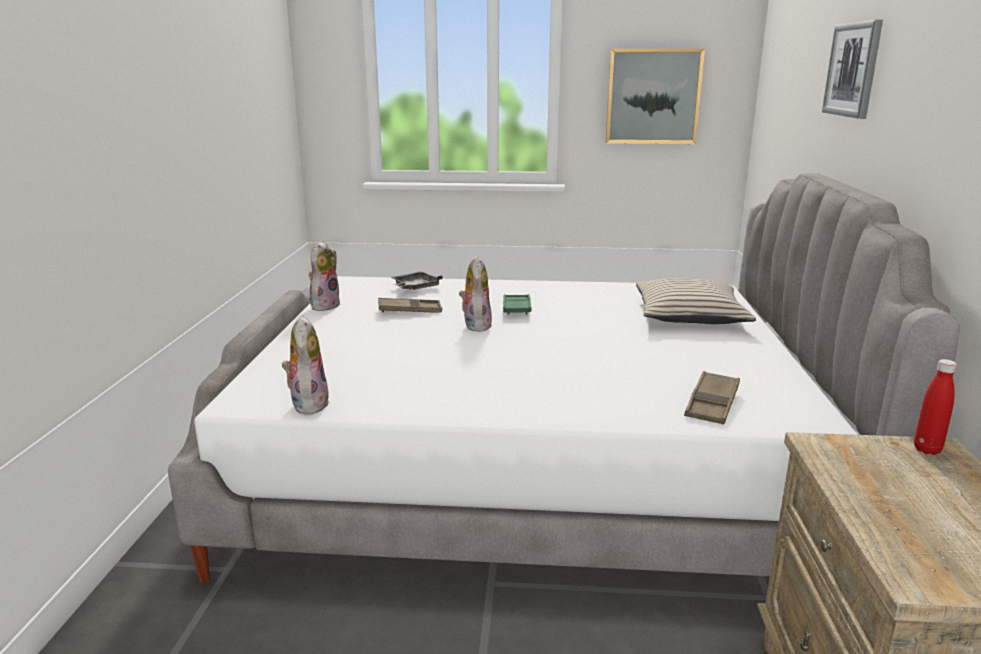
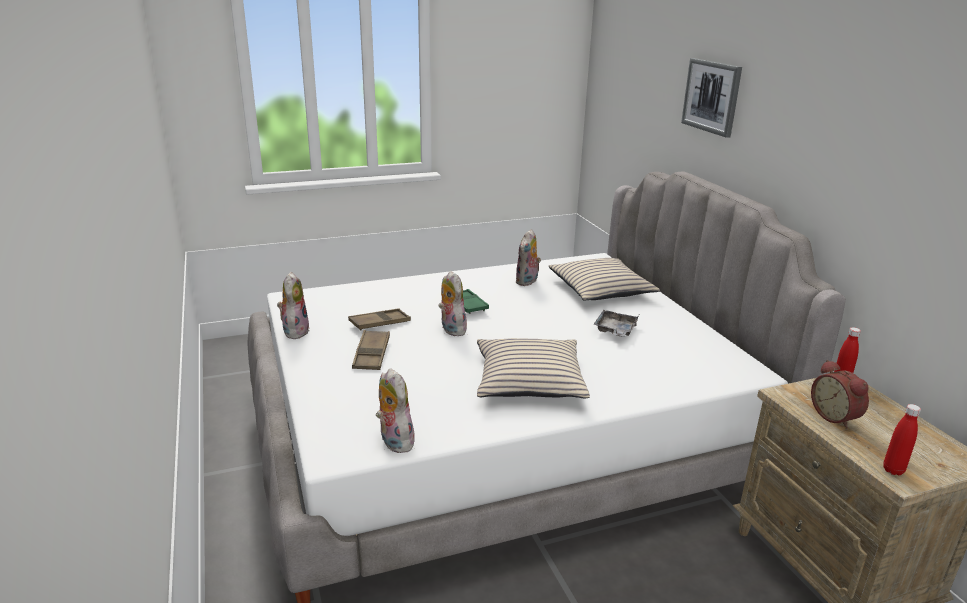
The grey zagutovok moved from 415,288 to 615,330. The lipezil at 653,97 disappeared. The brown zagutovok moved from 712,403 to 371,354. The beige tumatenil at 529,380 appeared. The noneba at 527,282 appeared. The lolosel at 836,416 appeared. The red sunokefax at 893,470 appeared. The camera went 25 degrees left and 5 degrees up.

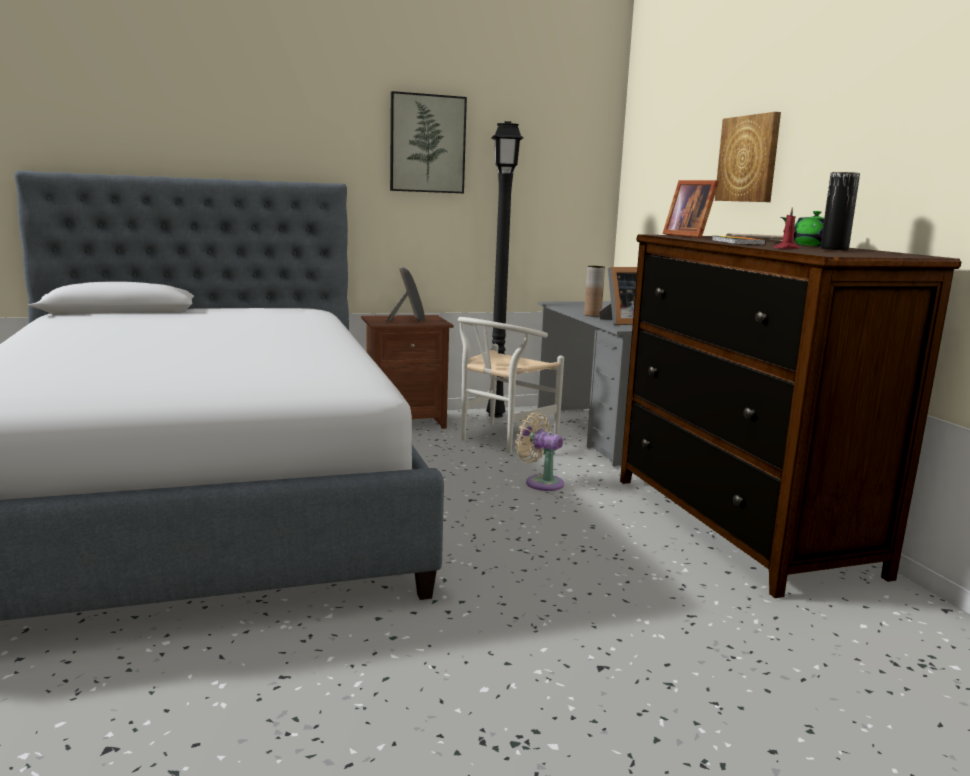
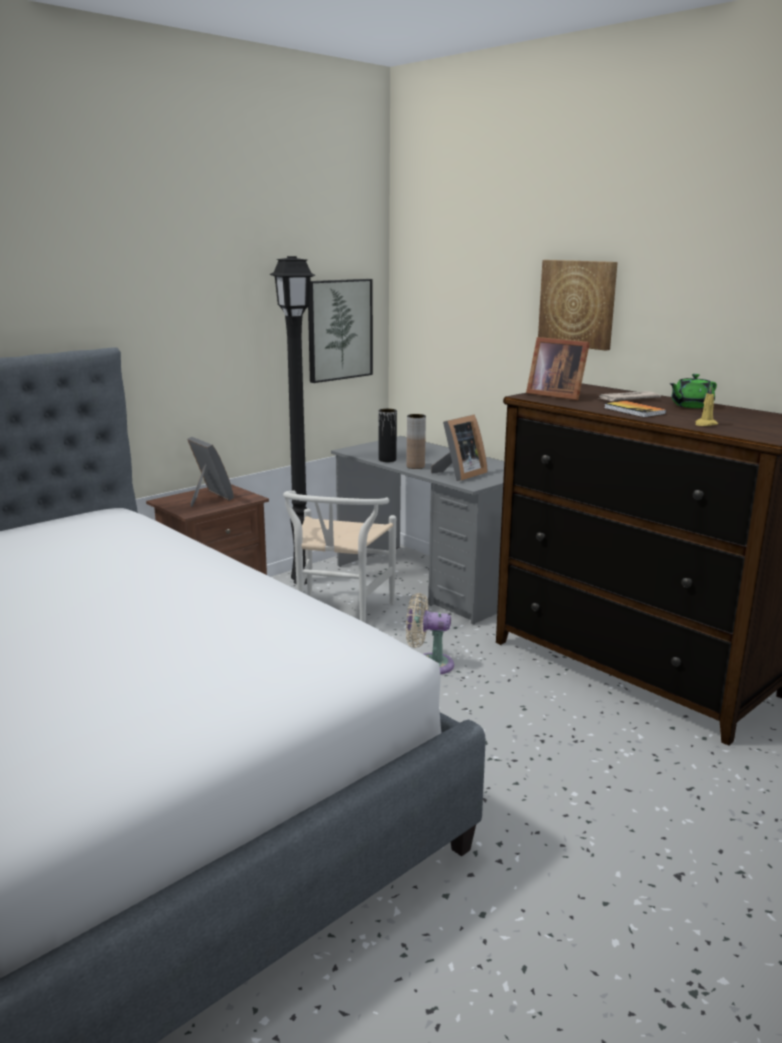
The lipezil moved from 427,144 to 339,329. The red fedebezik at 785,248 became the yellow fedebezik at 705,424. The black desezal moved from 834,249 to 387,460. The camera went 25 degrees left and 5 degrees up.

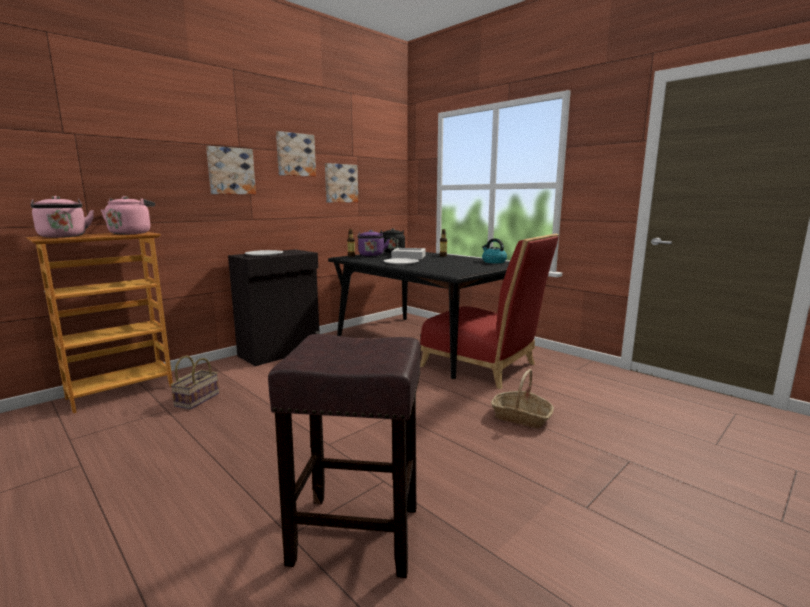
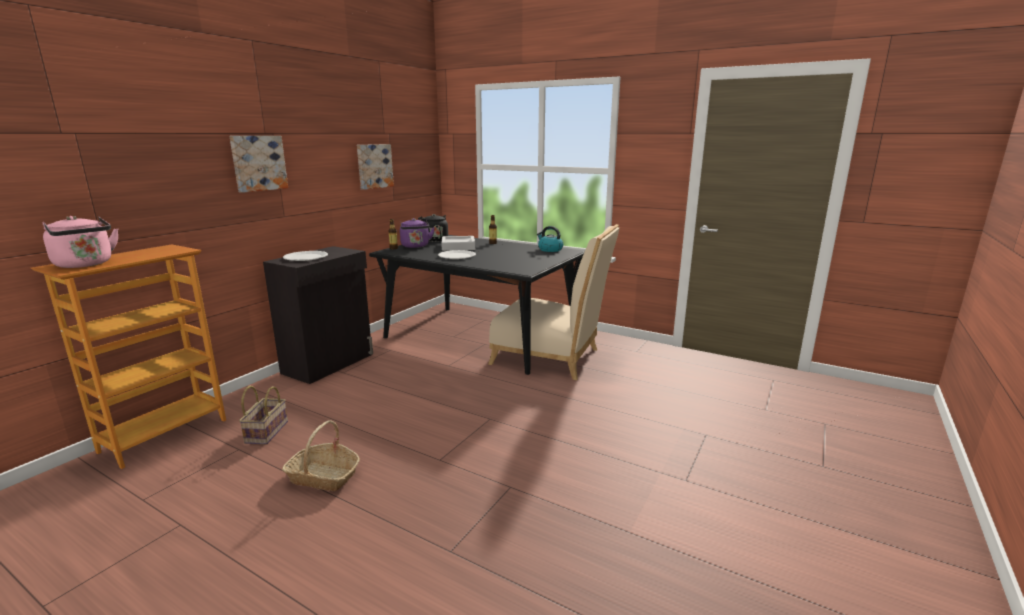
The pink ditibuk at 131,233 disappeared. The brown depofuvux at 358,534 disappeared. The lipezil at 295,155 disappeared. The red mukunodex at 484,367 became the beige mukunodex at 552,358. The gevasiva moved from 521,417 to 323,476. The camera went 15 degrees left and 5 degrees up.

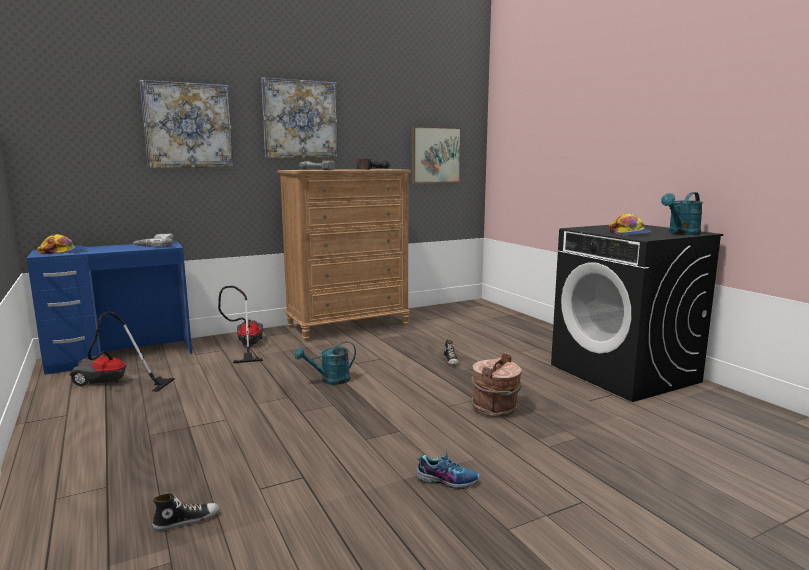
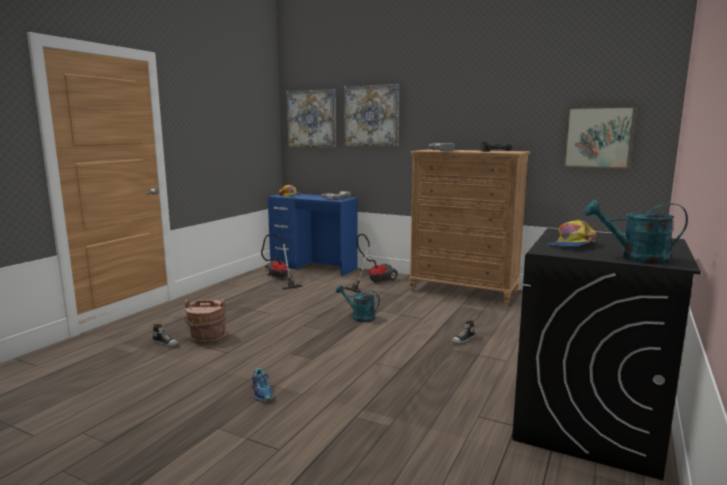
The lipezil moved from 300,119 to 311,119. The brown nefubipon moved from 495,408 to 207,338. The camera went 55 degrees right and 0 degrees up.

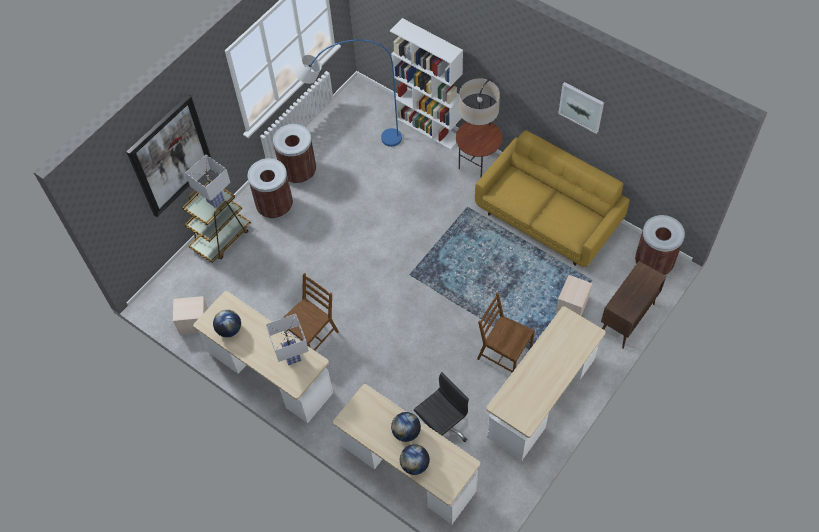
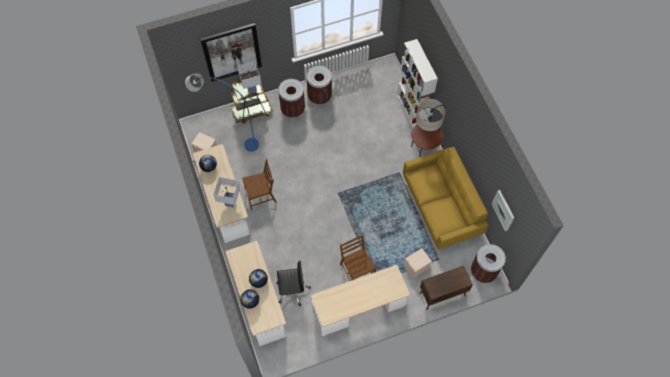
The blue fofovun moved from 352,143 to 227,135. The lipezil moved from 581,107 to 503,210. The camera went 30 degrees right and 5 degrees up.

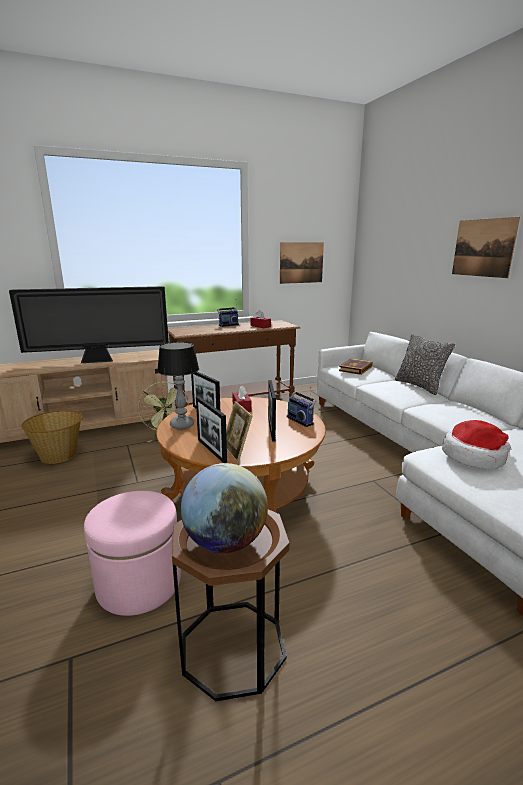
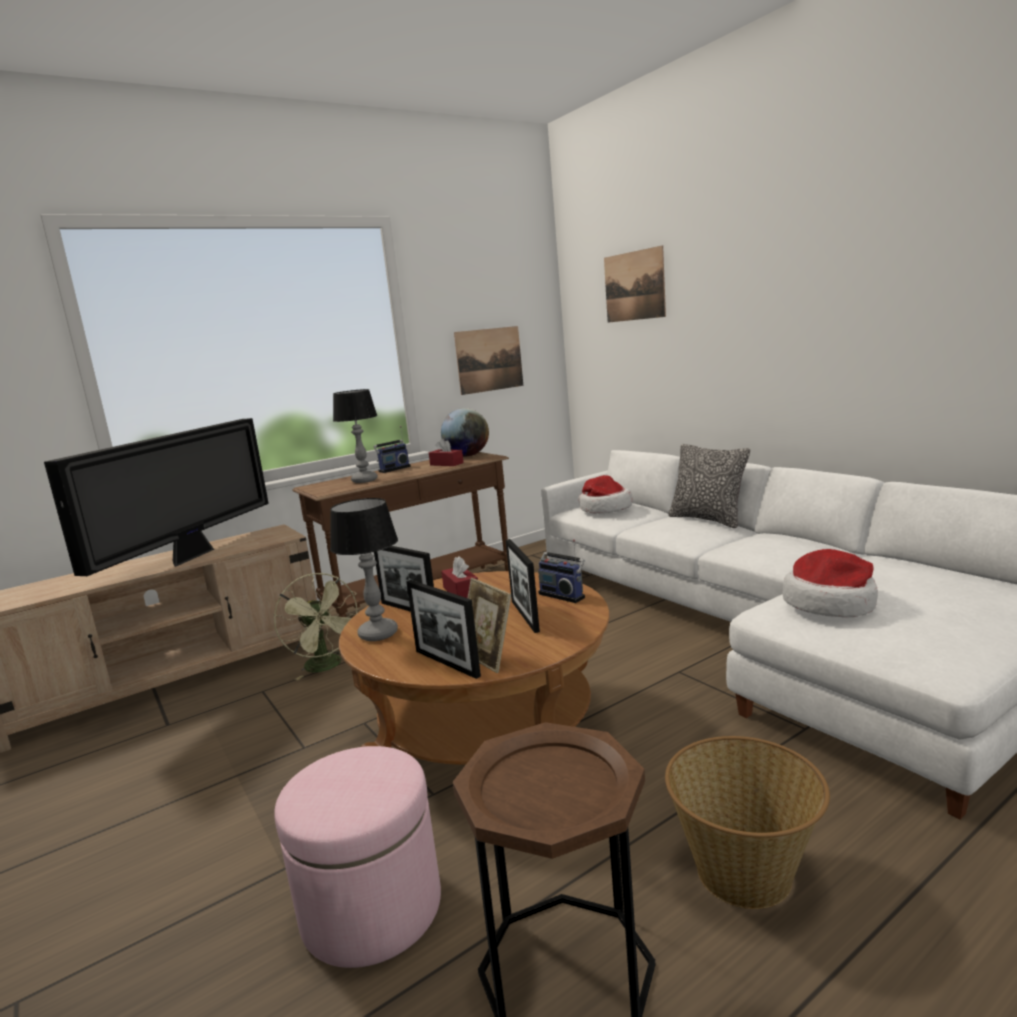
The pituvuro at 99,361 turned 45 degrees counterclockwise. The gevasiva moved from 59,455 to 745,872. The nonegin moved from 225,542 to 467,455. The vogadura at 355,369 was replaced by the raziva at 604,509. The lipezil moved from 483,248 to 634,286. The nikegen at 365,480 appeared. The camera went 10 degrees left and 5 degrees down.

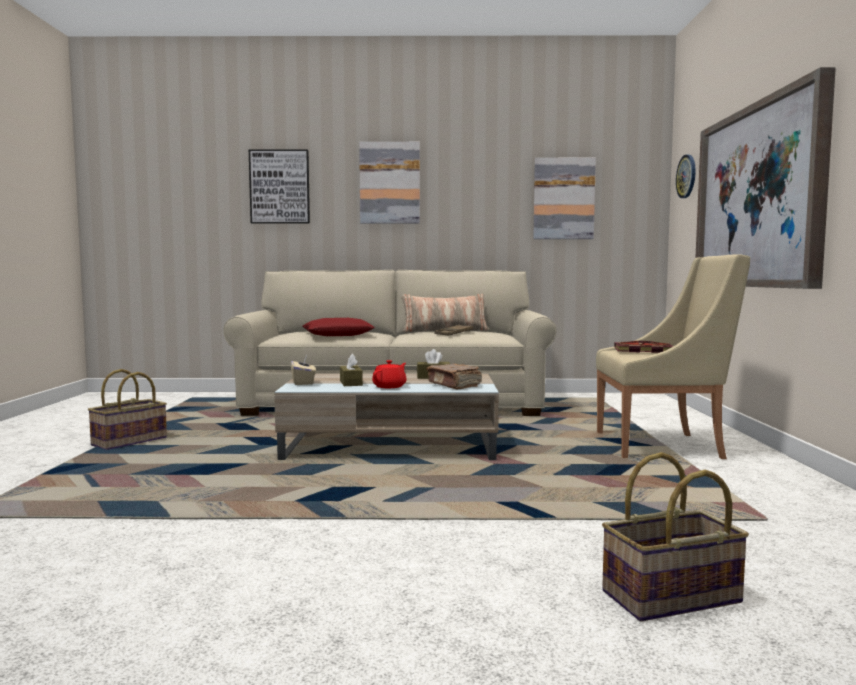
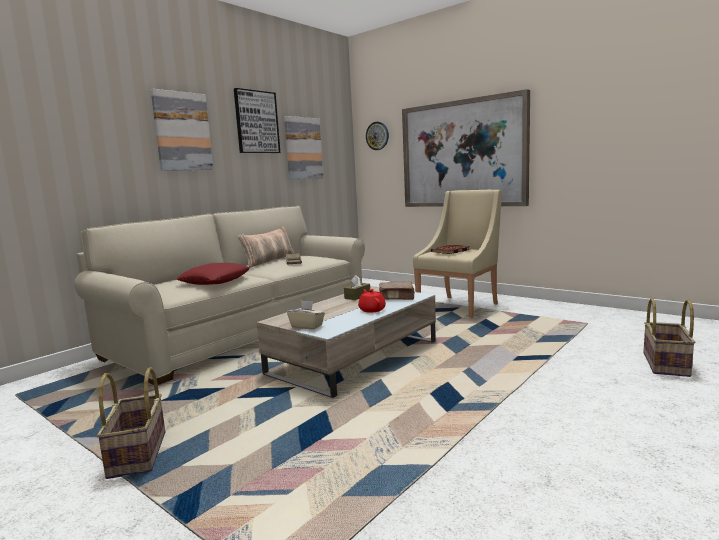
The lipezil moved from 280,187 to 256,122. The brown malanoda at 351,383 disappeared. The camera went 50 degrees left and 5 degrees up.

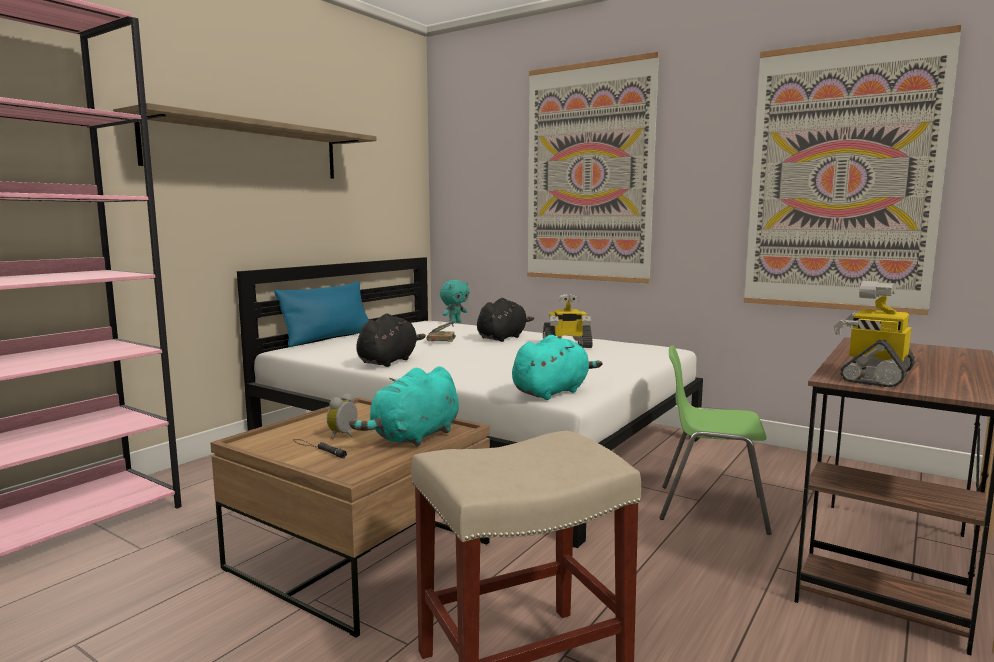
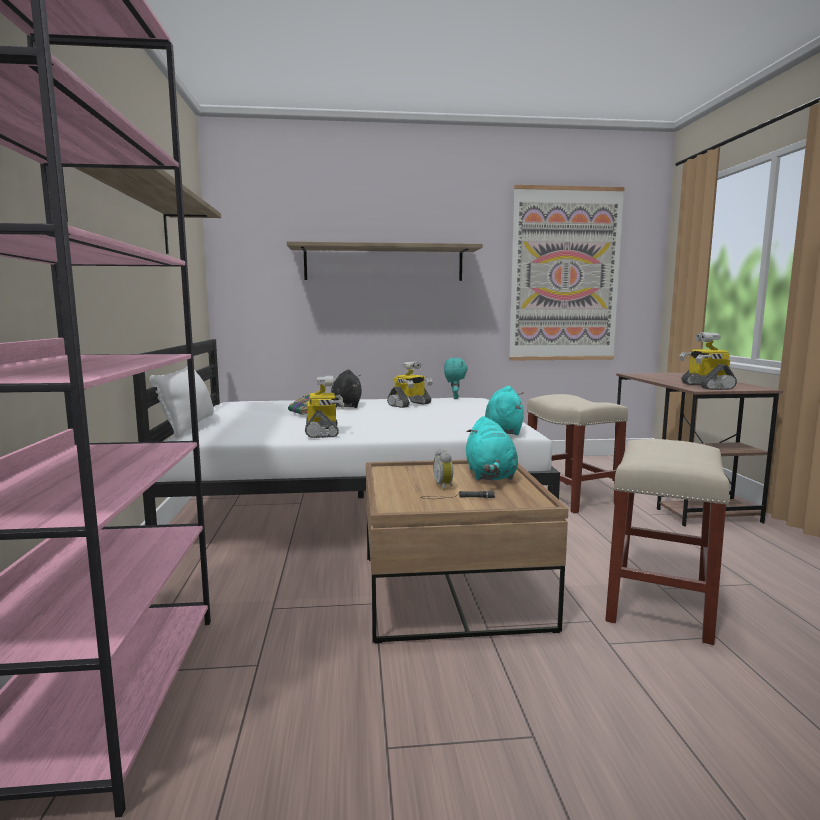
The blue tumatenil at 328,338 became the white tumatenil at 188,425. The black noneba at 389,361 was replaced by the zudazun at 323,432. The turquoise noneba moved from 455,322 to 454,398. The lipezil at 588,174 was replaced by the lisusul at 384,263. The green mukunodex at 710,508 was replaced by the beige depofuvux at 570,496. The camera went 40 degrees left and 0 degrees up.

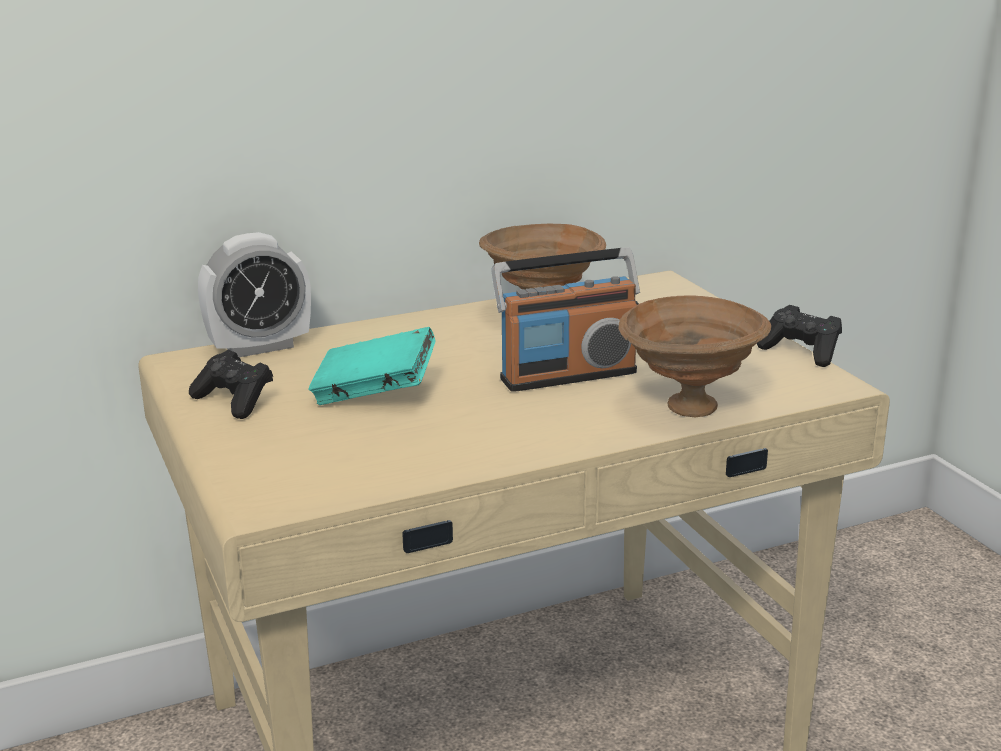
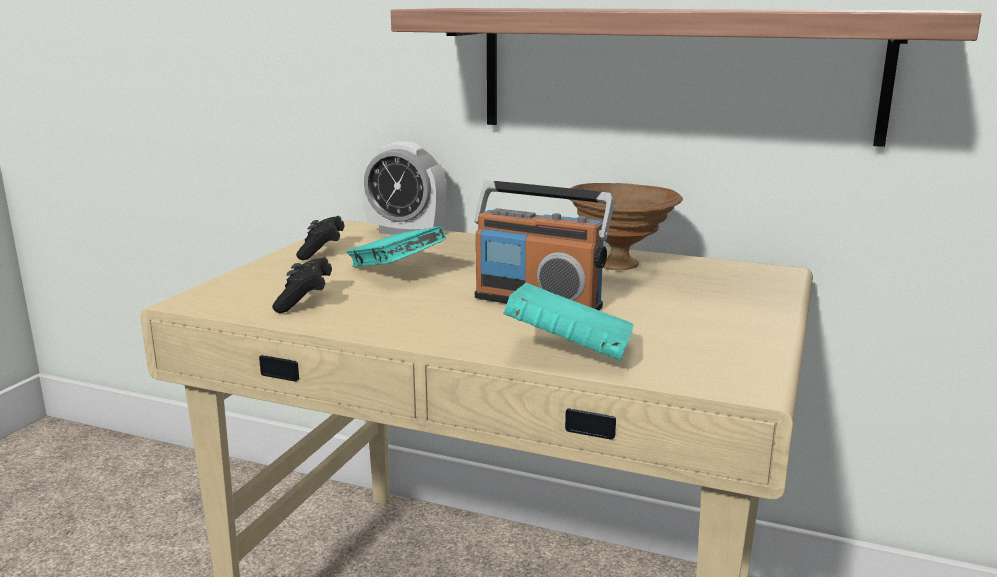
The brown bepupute at 689,408 was replaced by the turquoise vogadura at 569,352. The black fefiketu moved from 801,352 to 304,301. The lisusul at 674,73 appeared. The camera went 45 degrees right and 5 degrees down.

